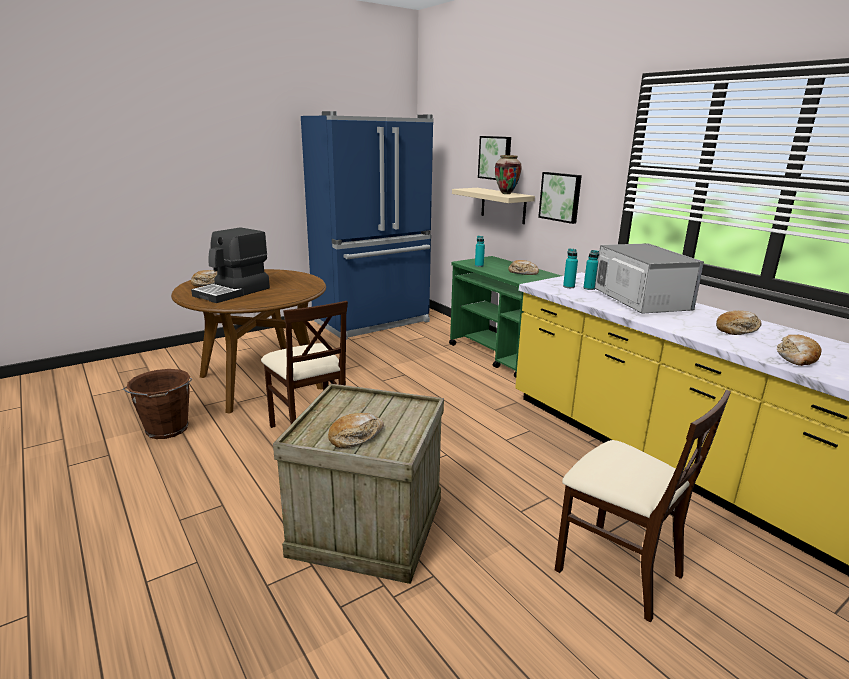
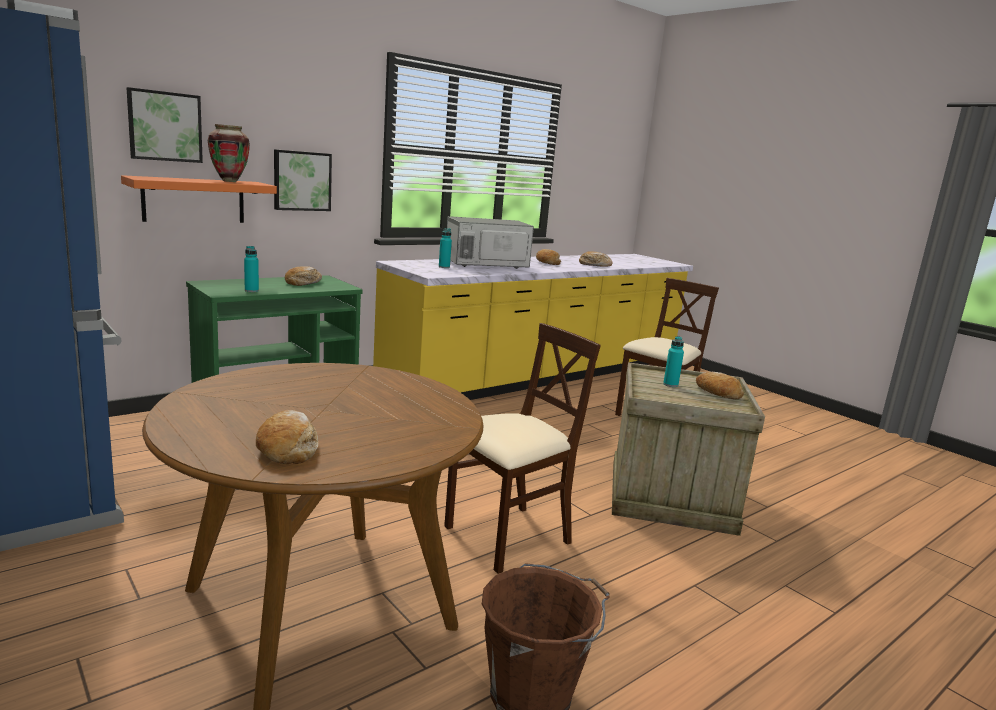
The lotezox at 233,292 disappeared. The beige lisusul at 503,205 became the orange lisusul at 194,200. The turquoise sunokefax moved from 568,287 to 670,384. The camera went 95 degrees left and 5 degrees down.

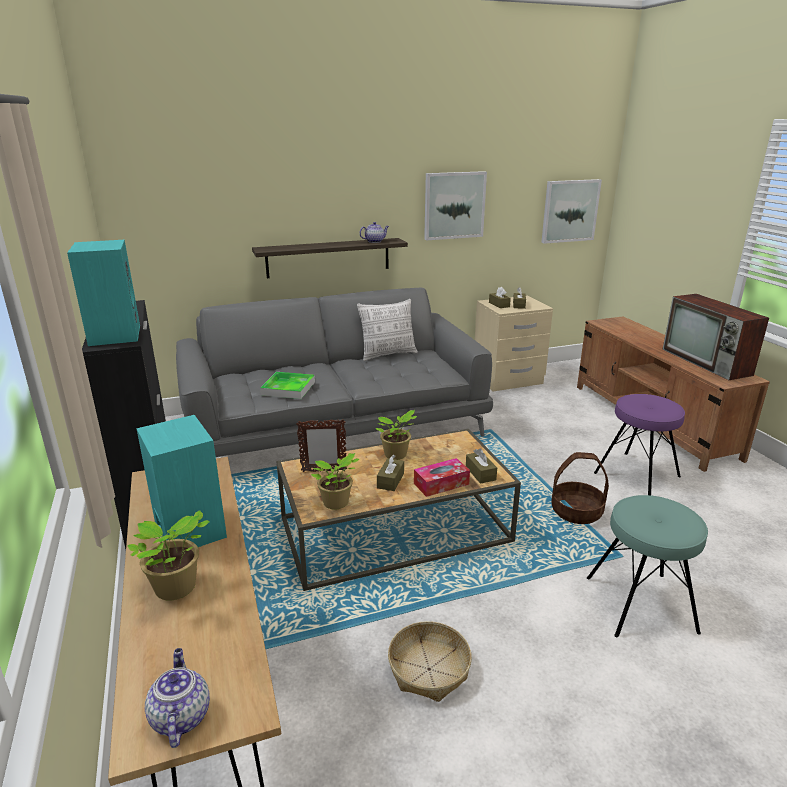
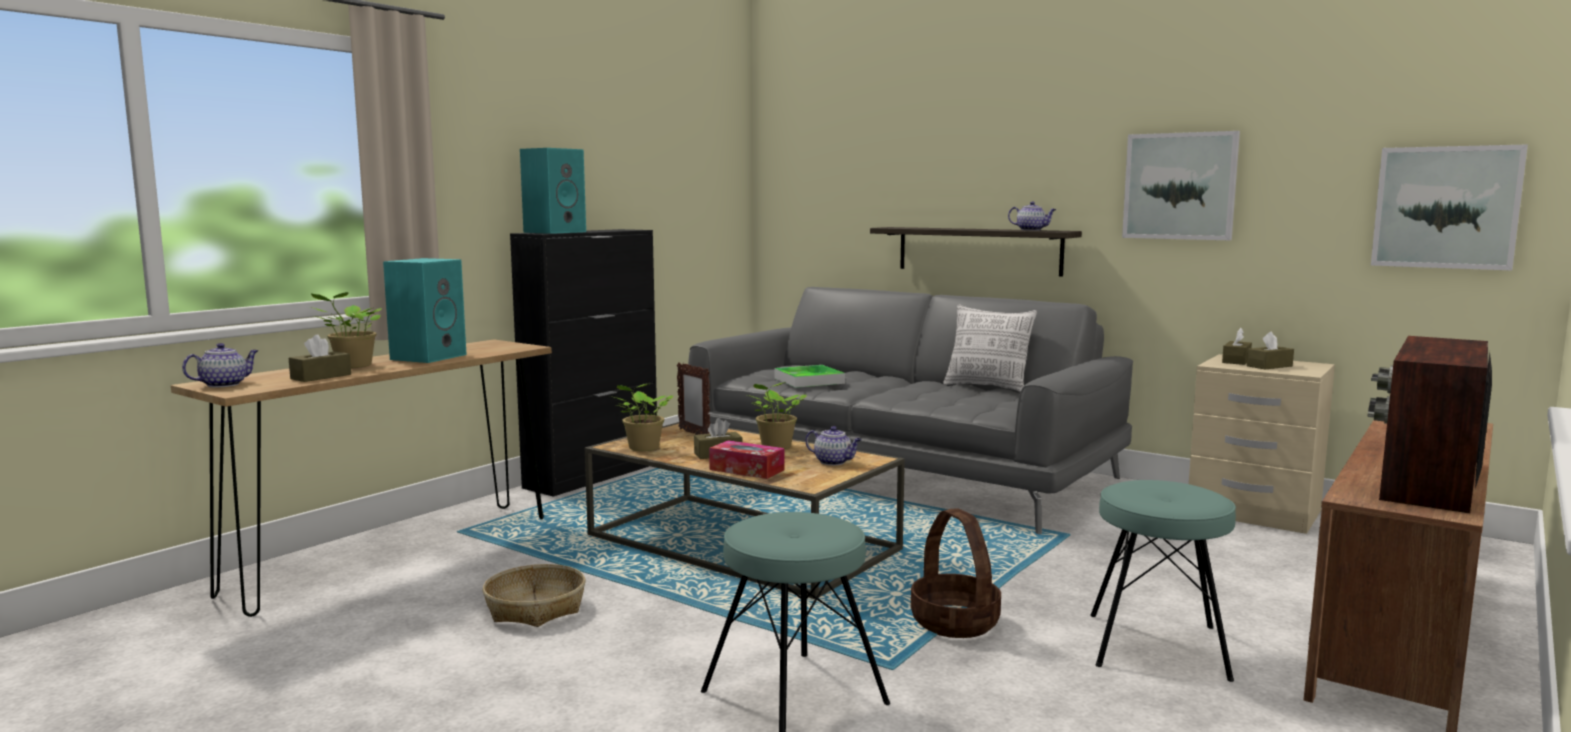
The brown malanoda moved from 480,473 to 321,376. The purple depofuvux at 636,475 became the turquoise depofuvux at 1156,646. The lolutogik at 834,462 appeared. The camera went 55 degrees right and 15 degrees down.

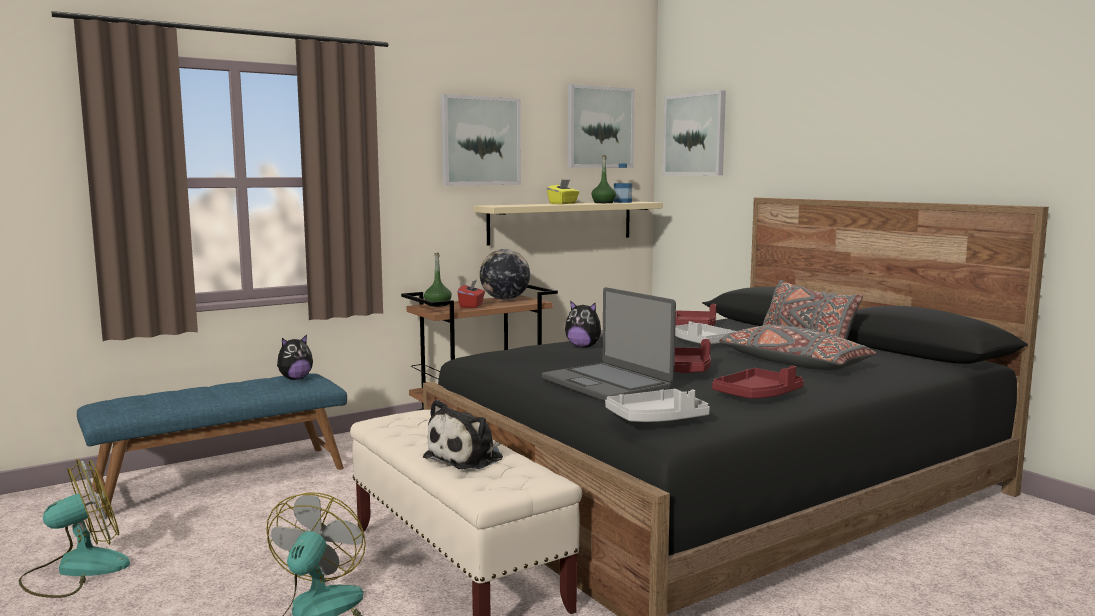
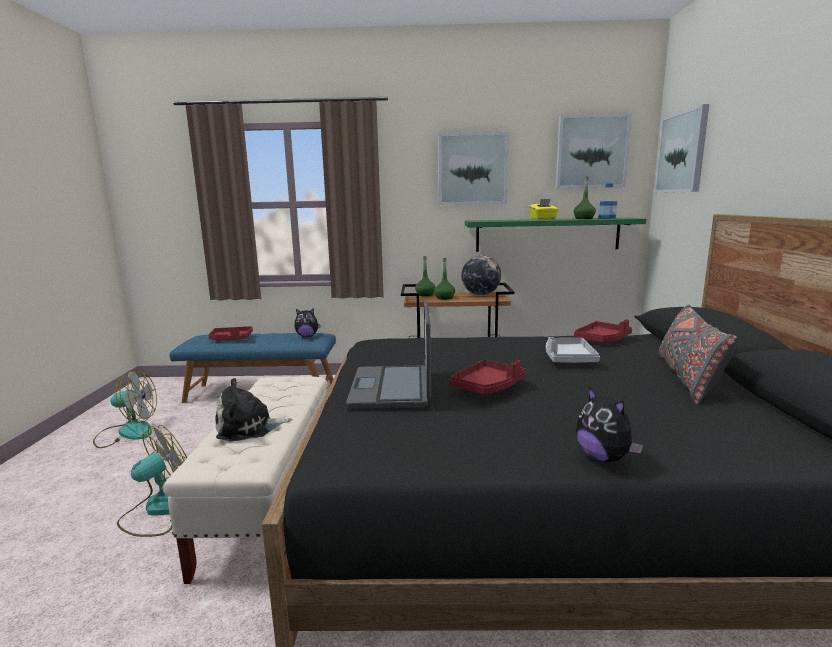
The red malanoda at 472,306 was replaced by the green sunokefax at 444,298. The beige lisusul at 561,222 became the green lisusul at 547,234. The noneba moved from 584,347 to 603,458. The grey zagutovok at 657,419 disappeared. The red zagutovok moved from 758,395 to 231,339. The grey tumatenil at 792,363 disappeared. The camera went 35 degrees right and 5 degrees up.

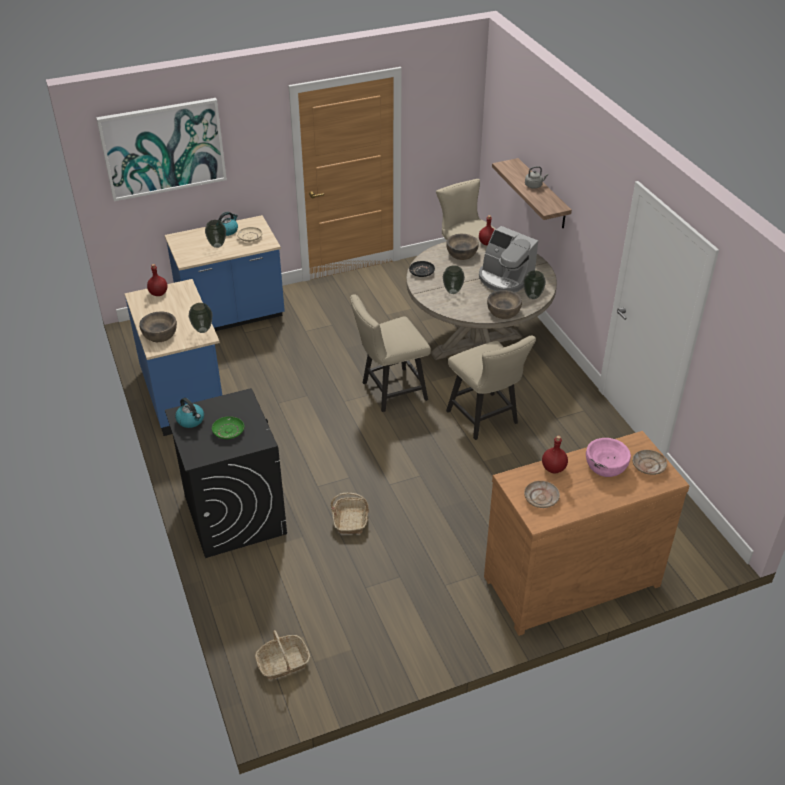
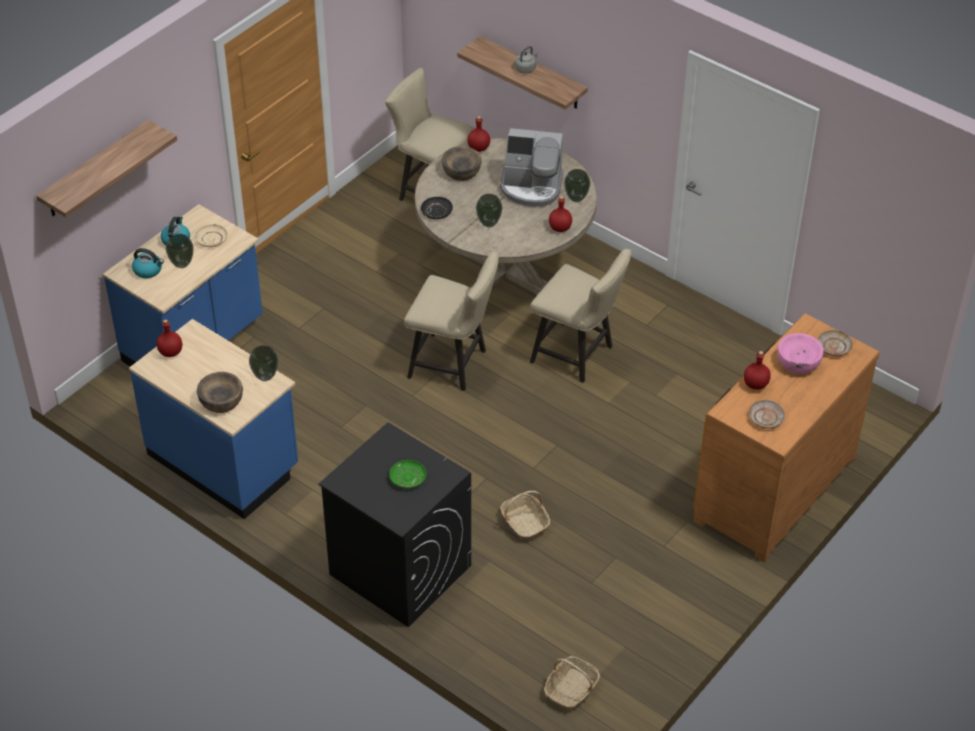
The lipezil at 163,148 was replaced by the lisusul at 95,170. The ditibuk moved from 191,420 to 148,270. The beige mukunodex at 389,392 turned 105 degrees counterclockwise. The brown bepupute at 503,311 was replaced by the red sunokefax at 560,228. The camera went 30 degrees left and 5 degrees up.

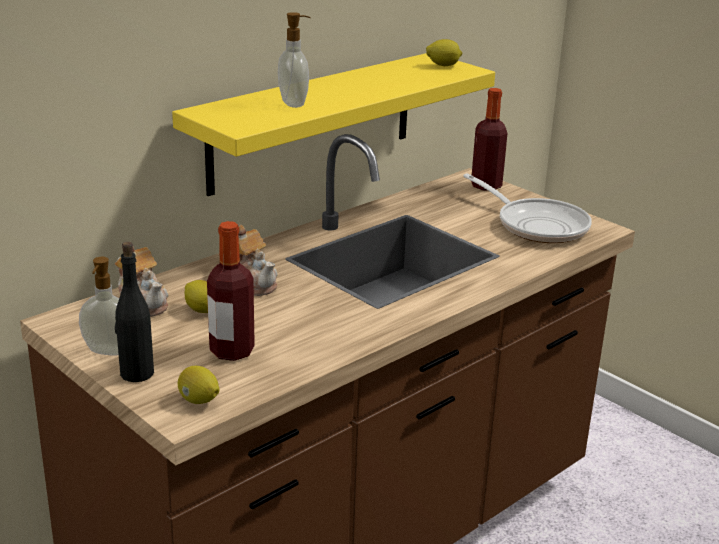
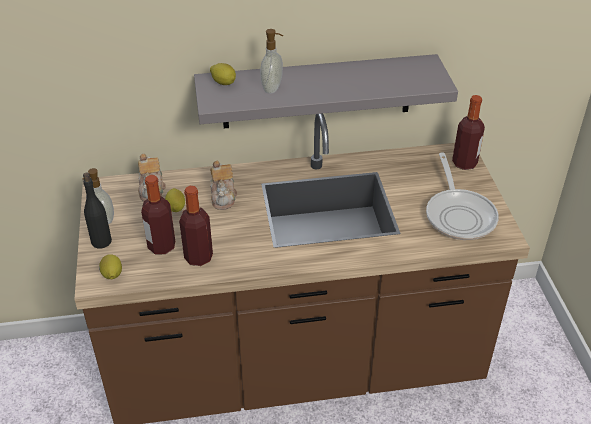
The yellow lisusul at 313,122 became the grey lisusul at 317,92. The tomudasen moved from 443,65 to 224,83. The sunokefax at 198,257 appeared. The camera went 35 degrees right and 15 degrees up.

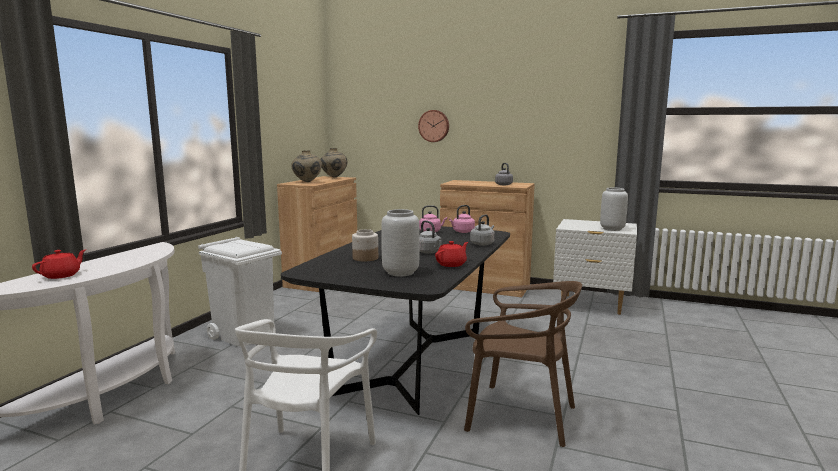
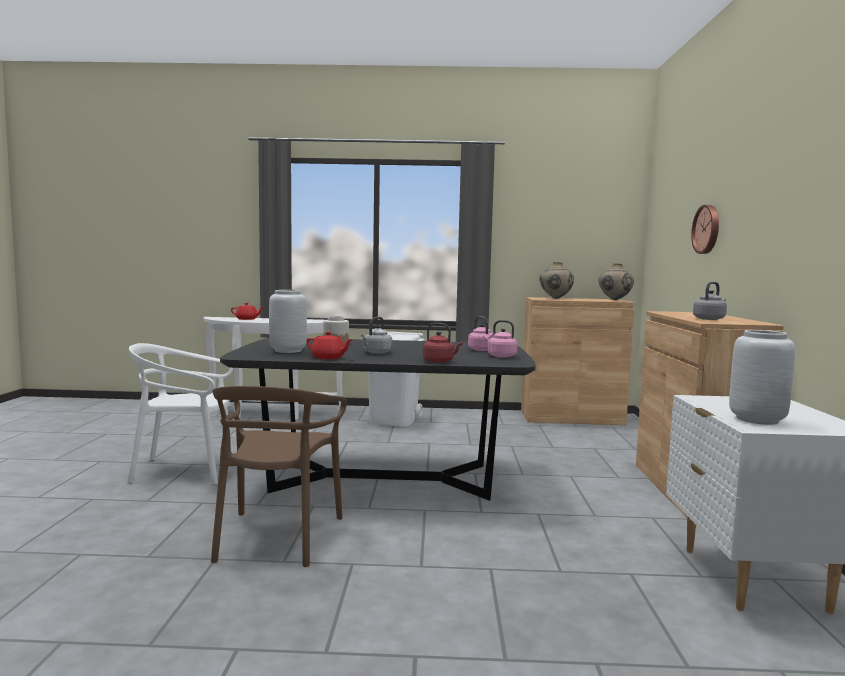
The grey ditibuk at 483,244 became the red ditibuk at 440,361. The camera went 70 degrees right and 5 degrees down.

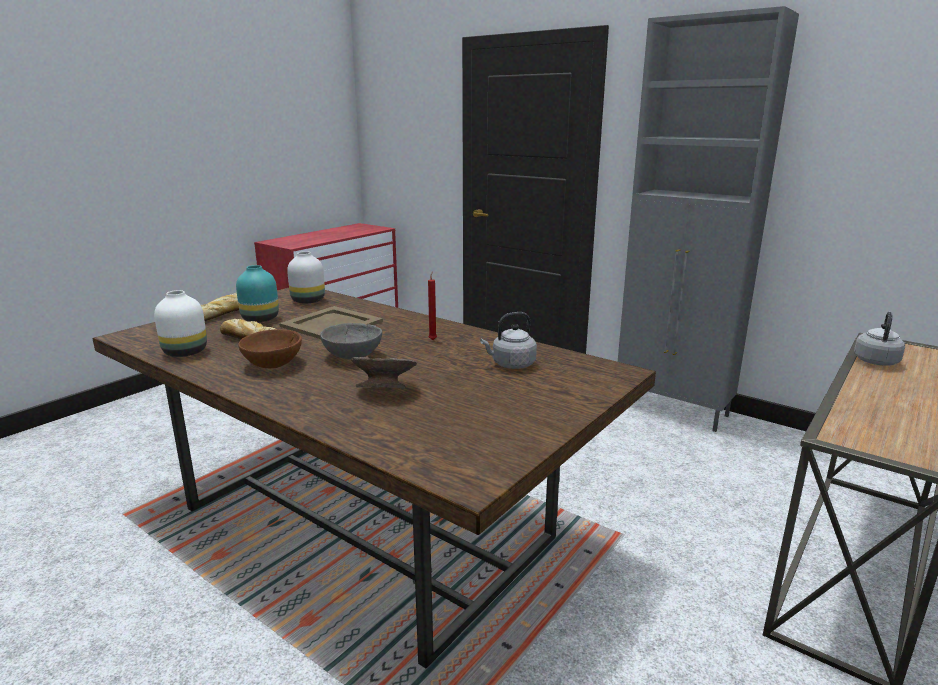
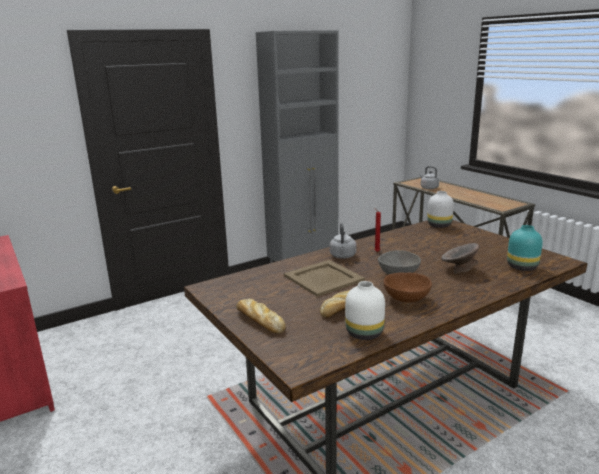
The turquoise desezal moved from 259,318 to 521,267. The white desezal moved from 308,301 to 439,225. The grey ditibuk moved from 511,364 to 342,256. The camera went 70 degrees left and 0 degrees up.

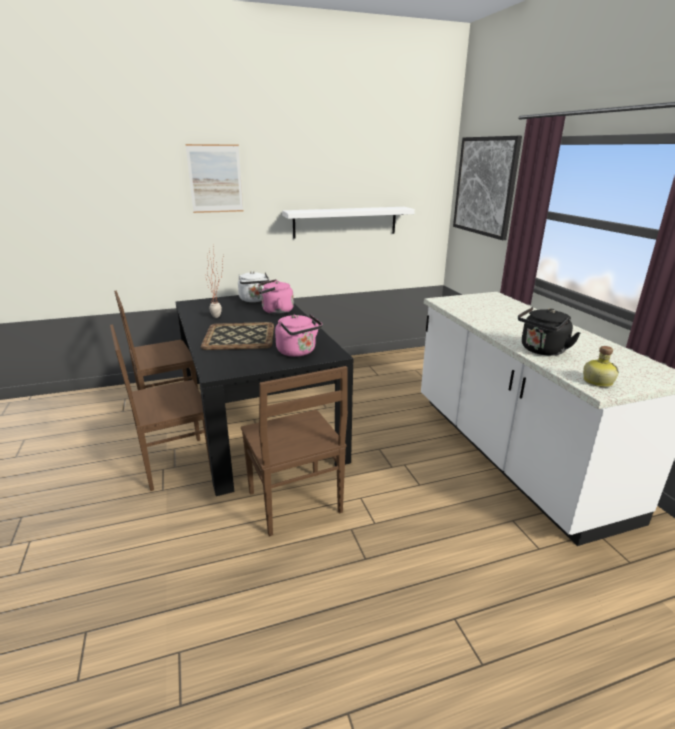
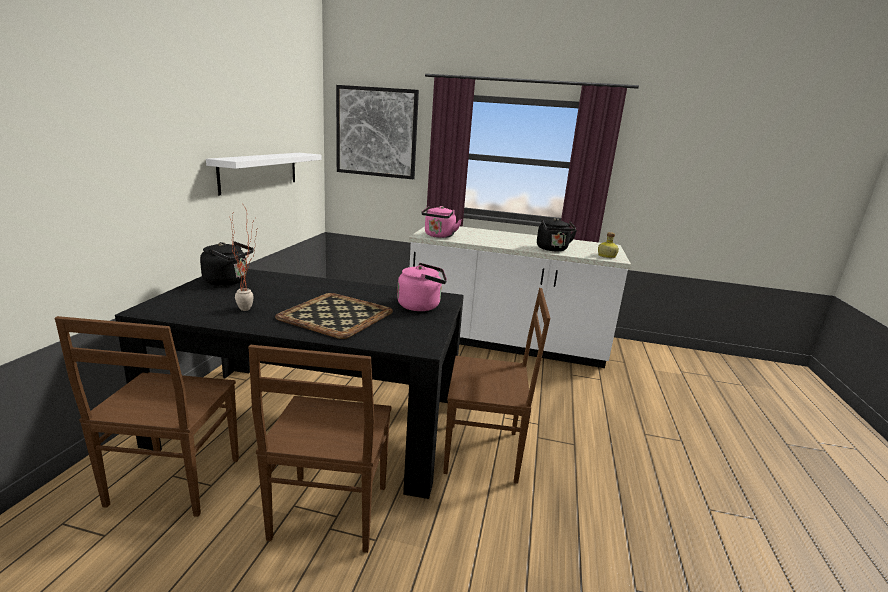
The lipezil at 215,179 disappeared. The white ditibuk at 254,300 became the black ditibuk at 228,281. The pink ditibuk moved from 275,311 to 439,236. The camera went 60 degrees left and 5 degrees down.

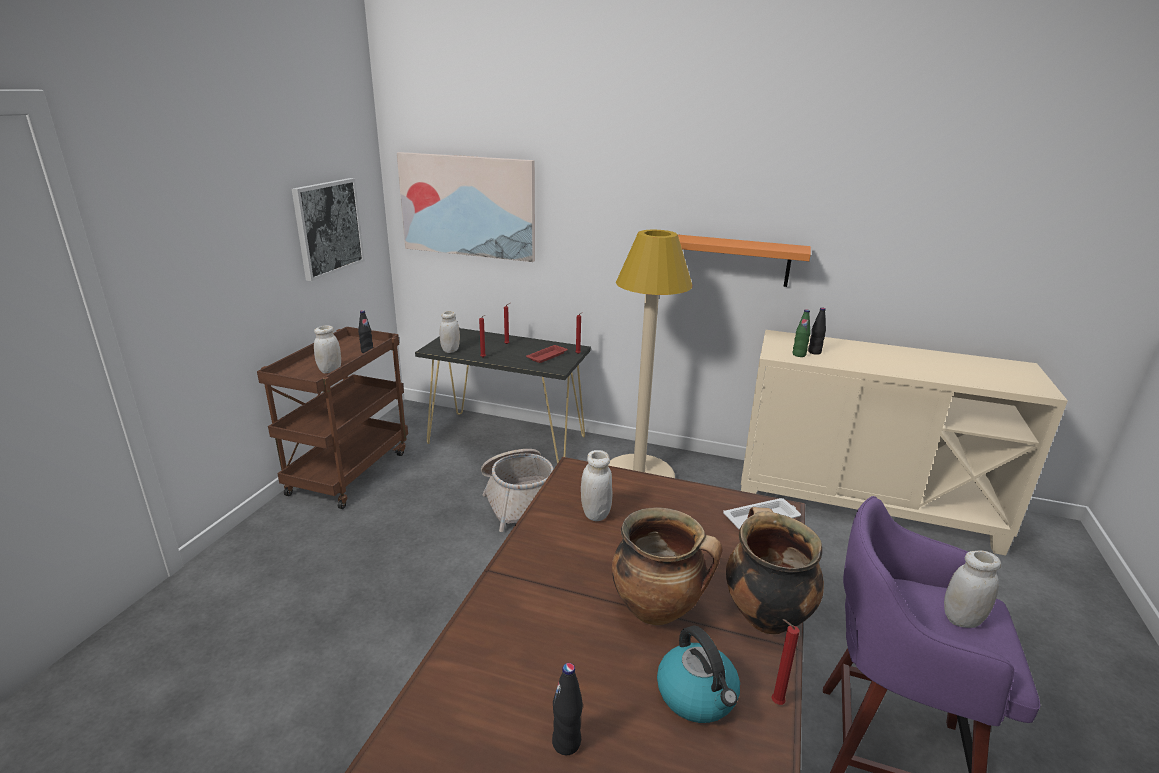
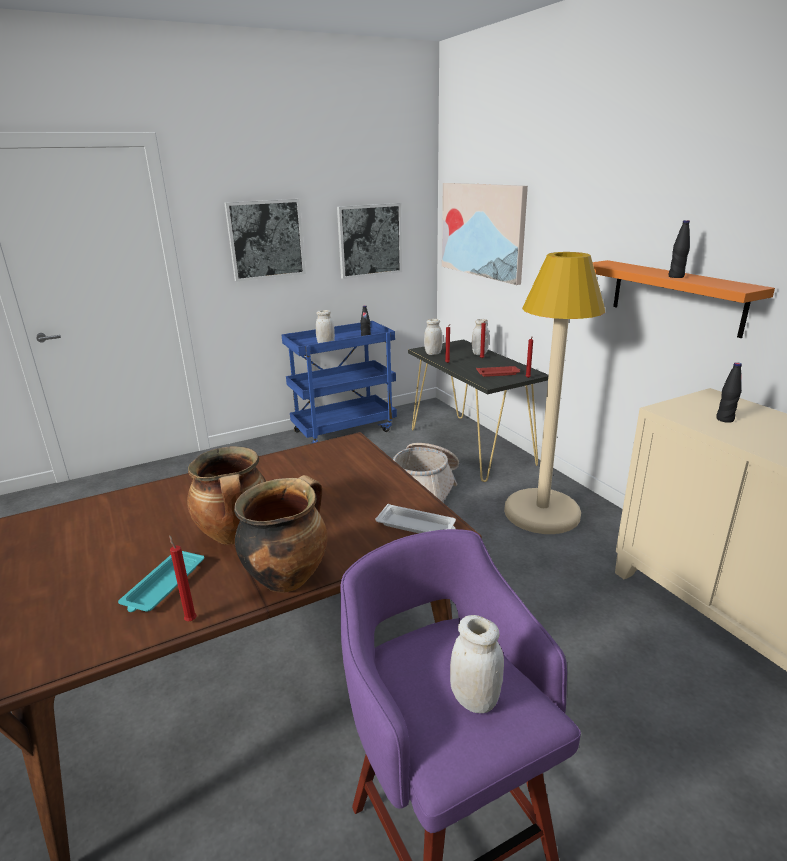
The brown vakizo at 349,471 became the blue vakizo at 344,430. The black sunokefax moved from 566,743 to 676,276. The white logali moved from 595,514 to 479,353. The ditibuk at 697,696 was replaced by the turquoise zagutovok at 163,586. The green sunokefax at 799,355 disappeared. The lipezil at 266,239 appeared. The camera went 45 degrees right and 0 degrees up.

